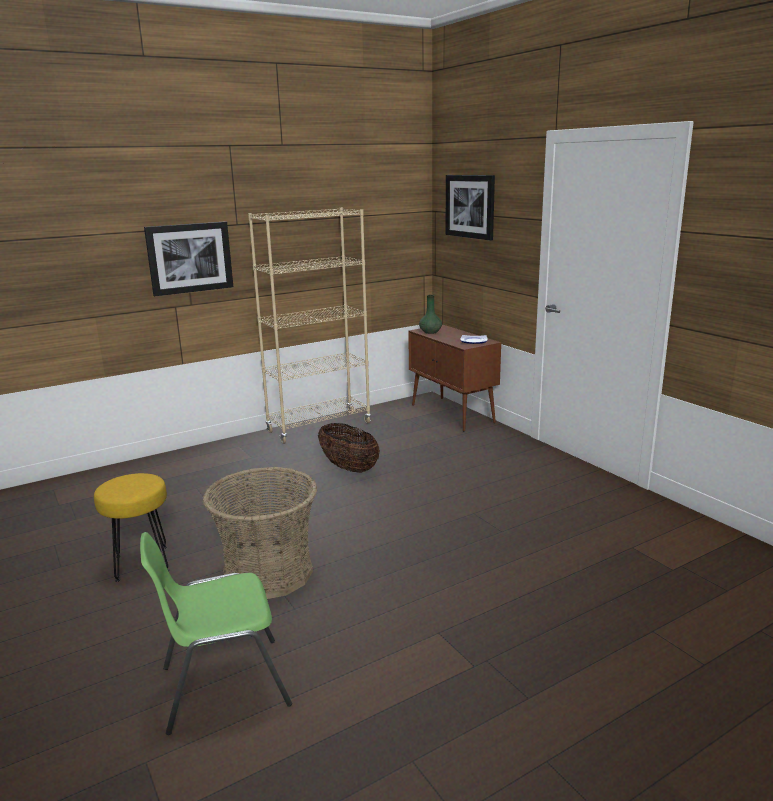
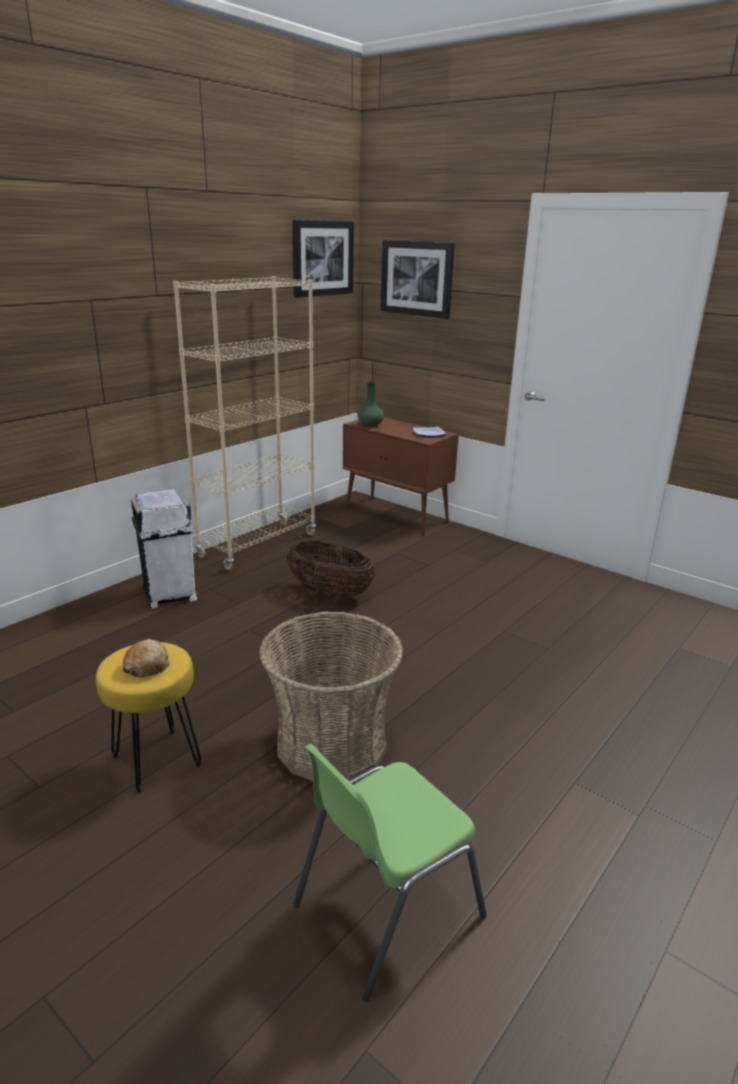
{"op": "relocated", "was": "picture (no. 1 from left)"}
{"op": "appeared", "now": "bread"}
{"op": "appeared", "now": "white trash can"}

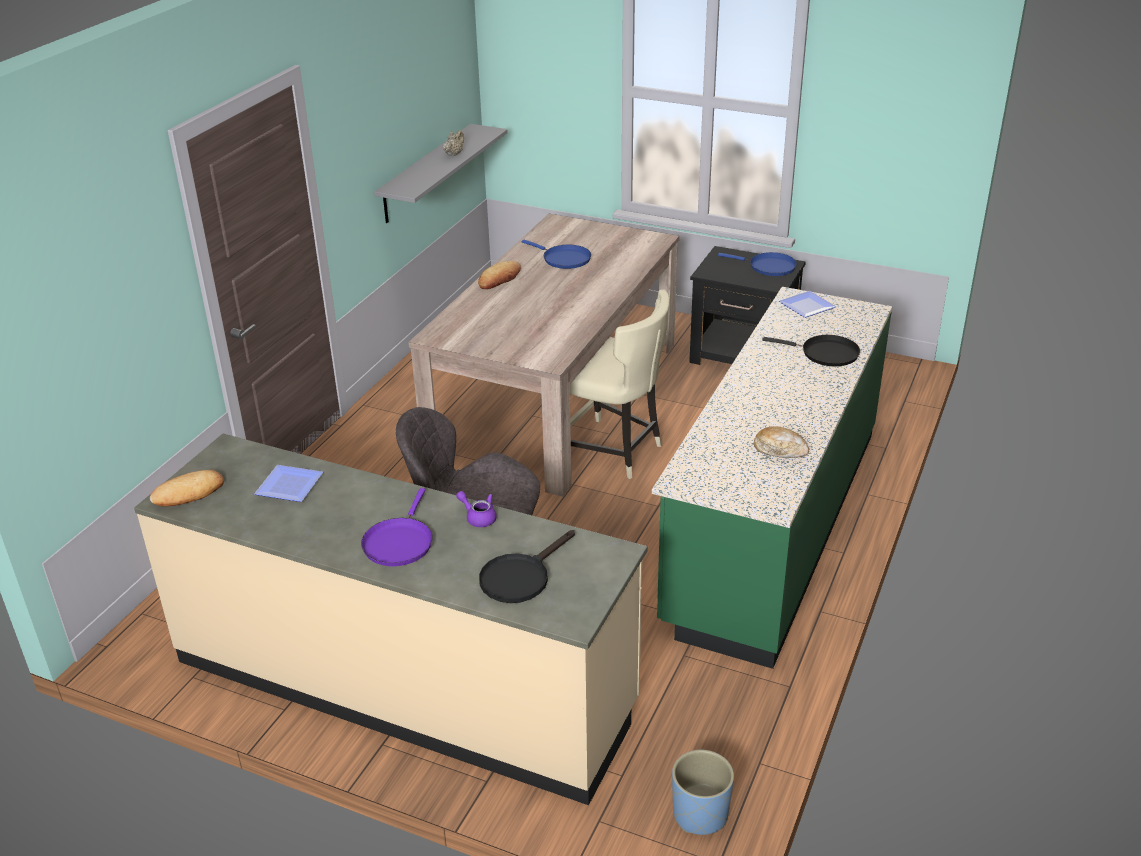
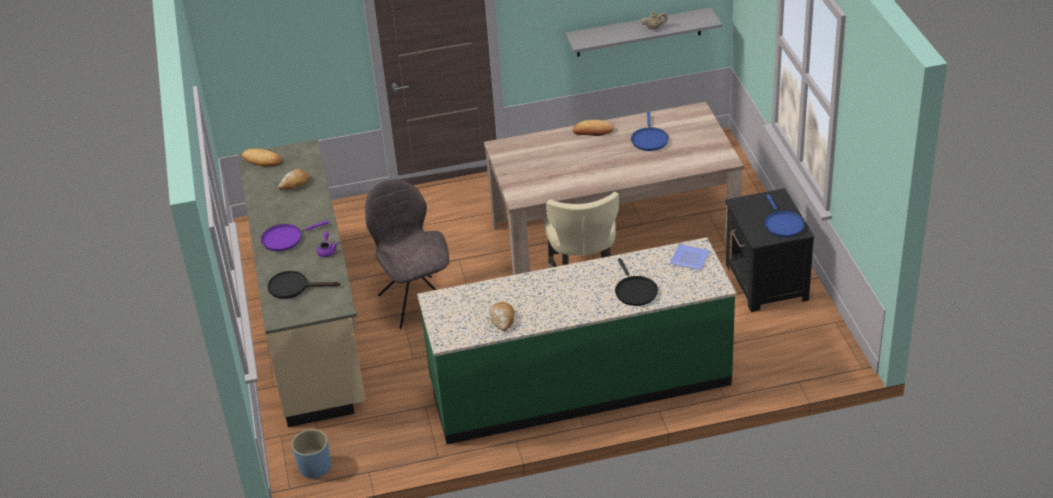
{"op": "exchanged", "was": "plate (no. 1 from left)", "now": "bread (no. 2 from left)"}

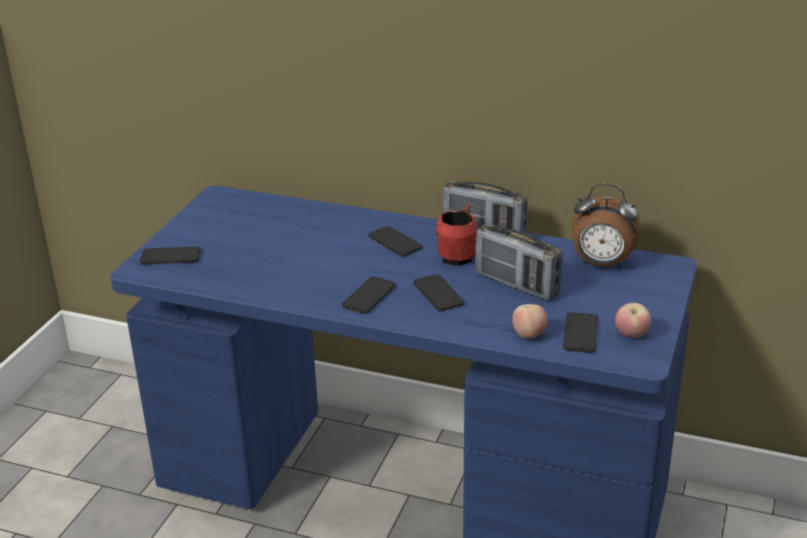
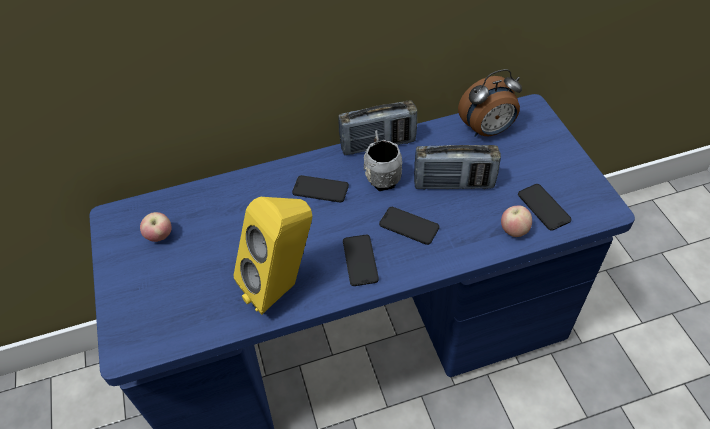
{"op": "missing", "was": "phone (no. 1 from left)"}
{"op": "colour", "was": "red mug", "now": "grey mug"}
{"op": "relocated", "was": "apple (no. 2 from left in the first image)", "now": "apple (no. 1 from left)"}
{"op": "appeared", "now": "yellow speaker"}

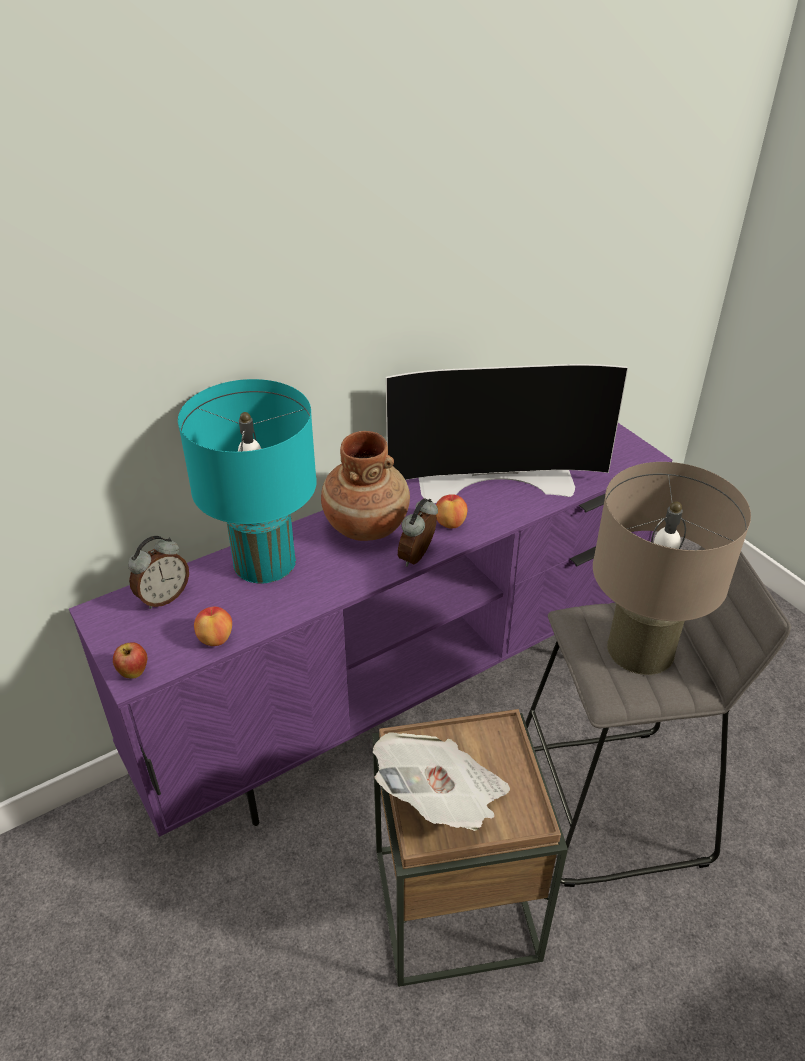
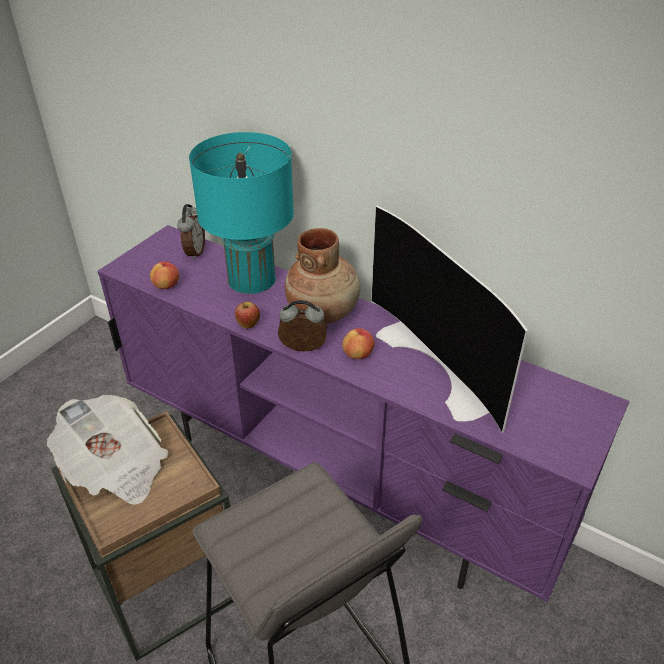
{"op": "relocated", "was": "apple (no. 1 from left in the first image)", "now": "apple (no. 2 from left)"}
{"op": "spun", "was": "alarm clock (no. 1 from left)", "clockwise": -105}
{"op": "missing", "was": "beige table lamp"}

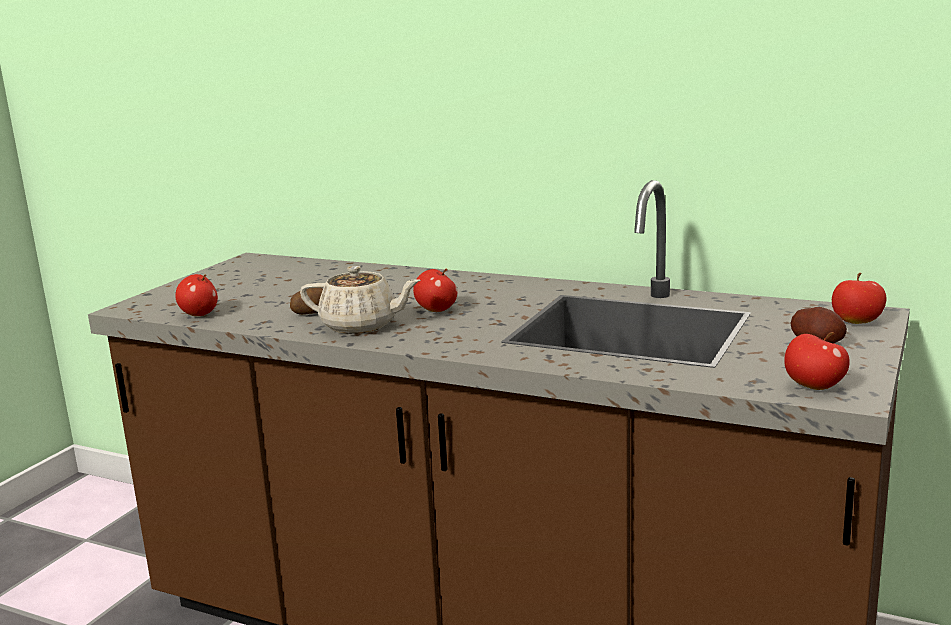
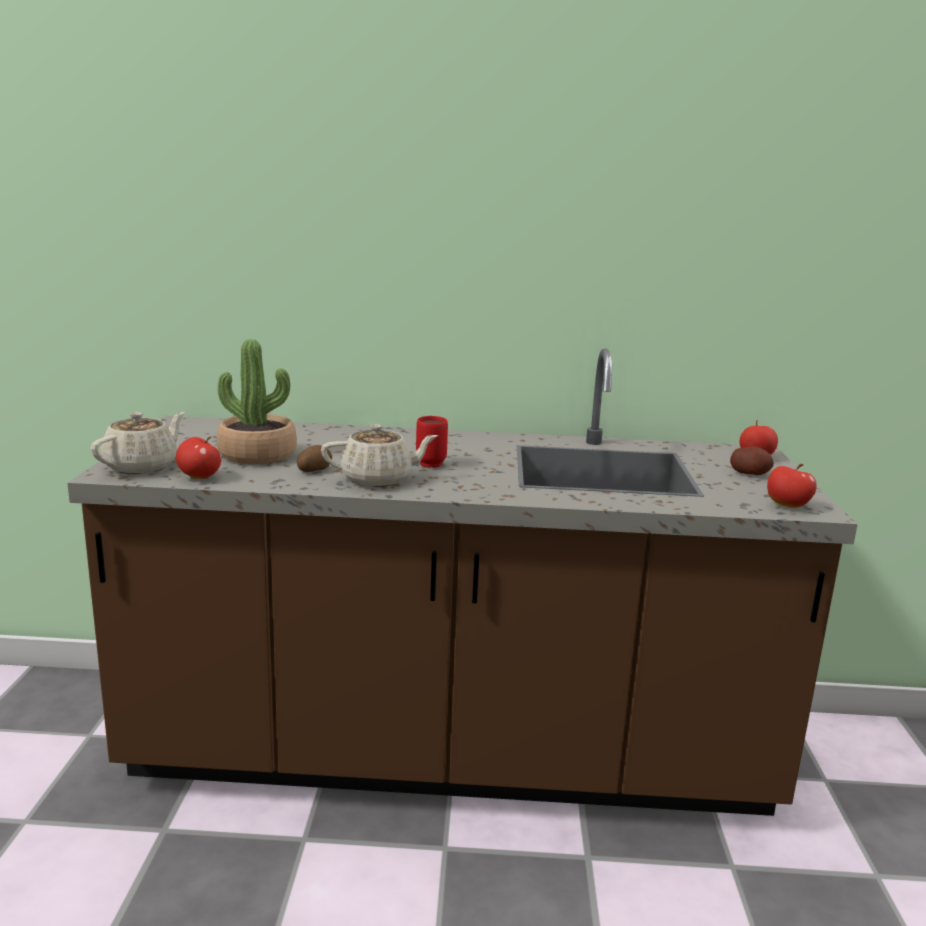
{"op": "exchanged", "was": "apple (no. 2 from left)", "now": "red mug"}
{"op": "appeared", "now": "beige teapot (no. 1 from left)"}
{"op": "appeared", "now": "potted plant"}

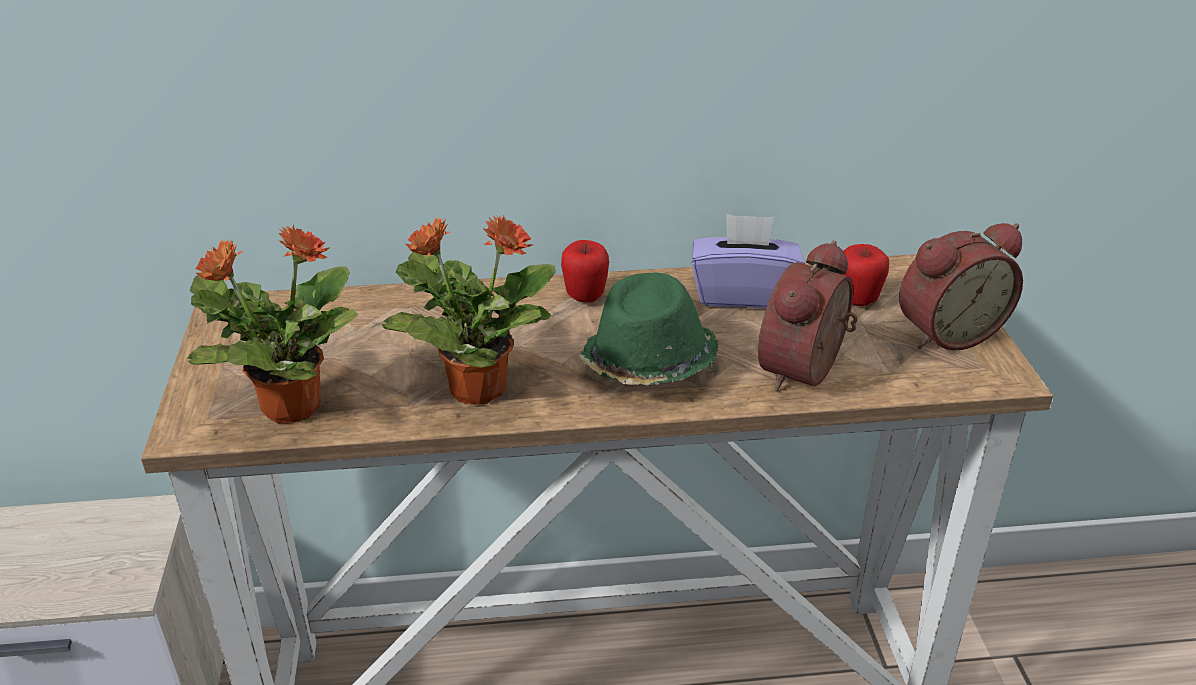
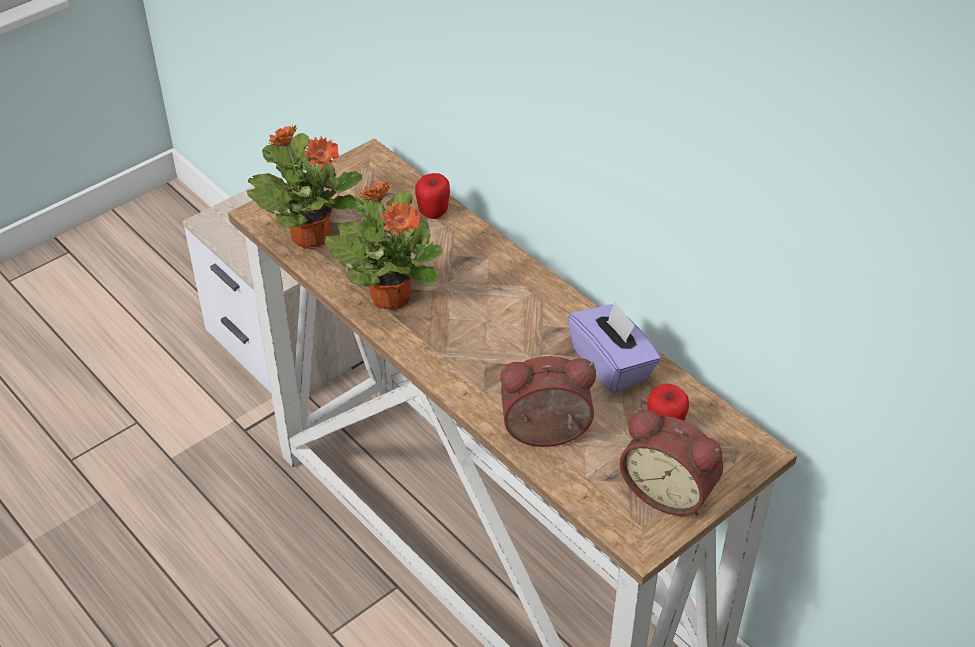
{"op": "relocated", "was": "apple (no. 1 from left)"}
{"op": "missing", "was": "green hat"}

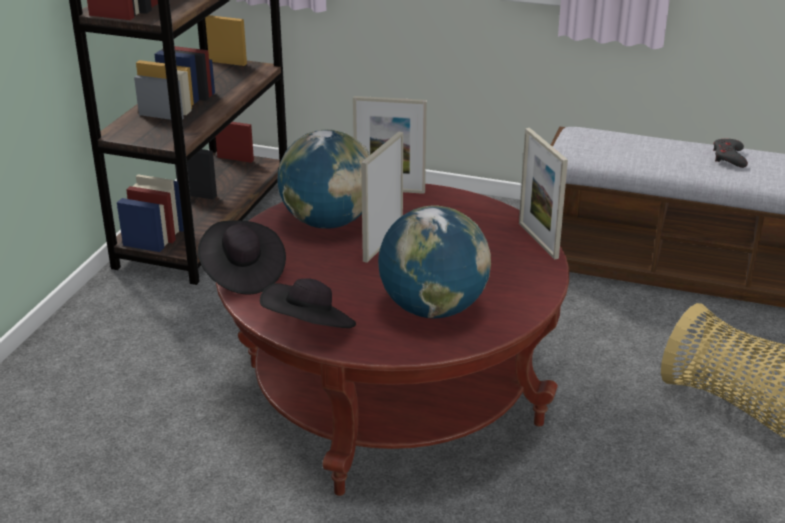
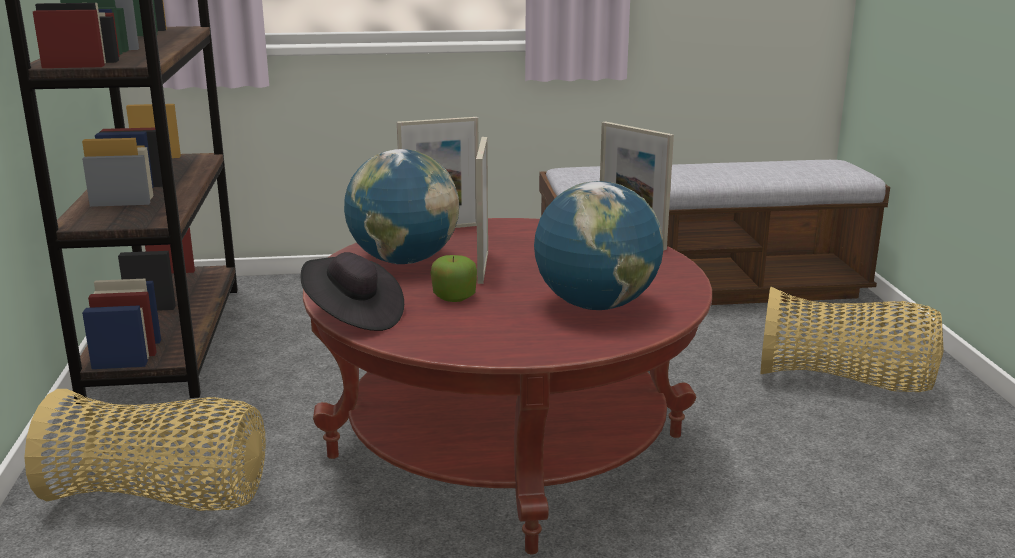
{"op": "missing", "was": "black hat (no. 2 from left)"}
{"op": "missing", "was": "grey game controller"}
{"op": "appeared", "now": "basket (no. 1 from left)"}
{"op": "appeared", "now": "apple"}

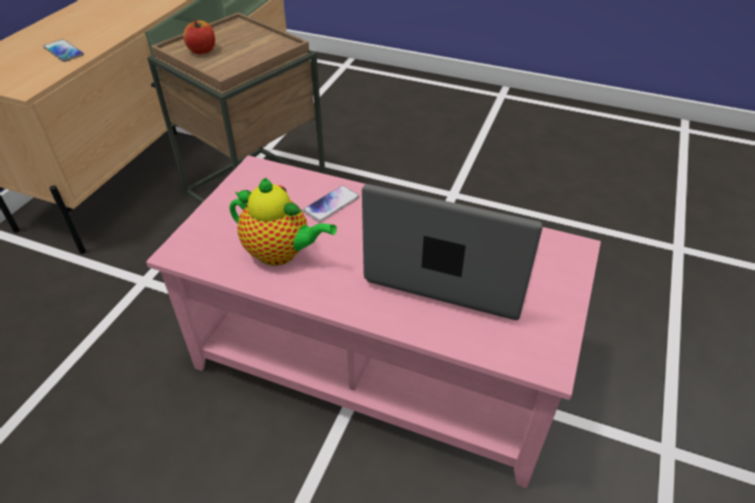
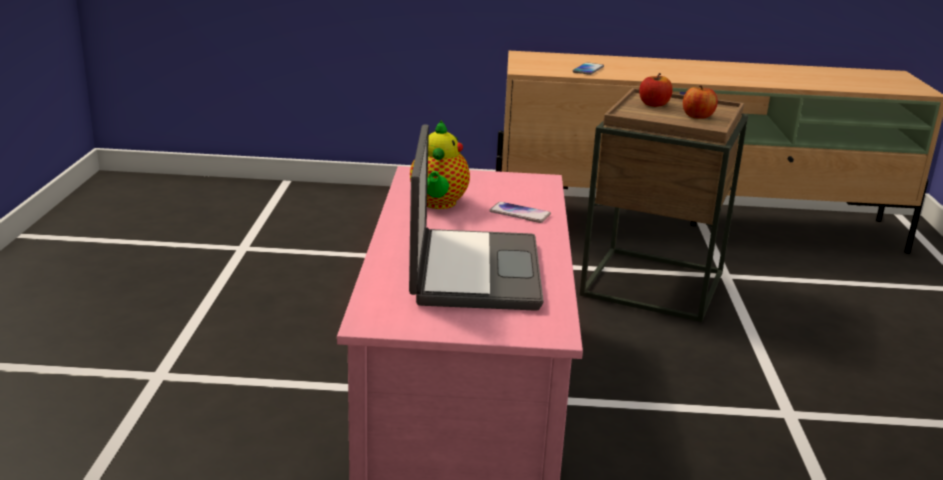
{"op": "appeared", "now": "apple (no. 2 from left)"}

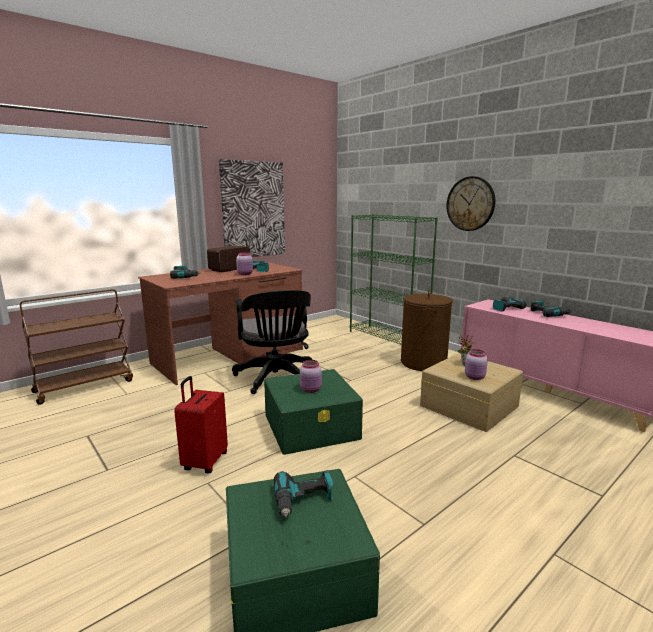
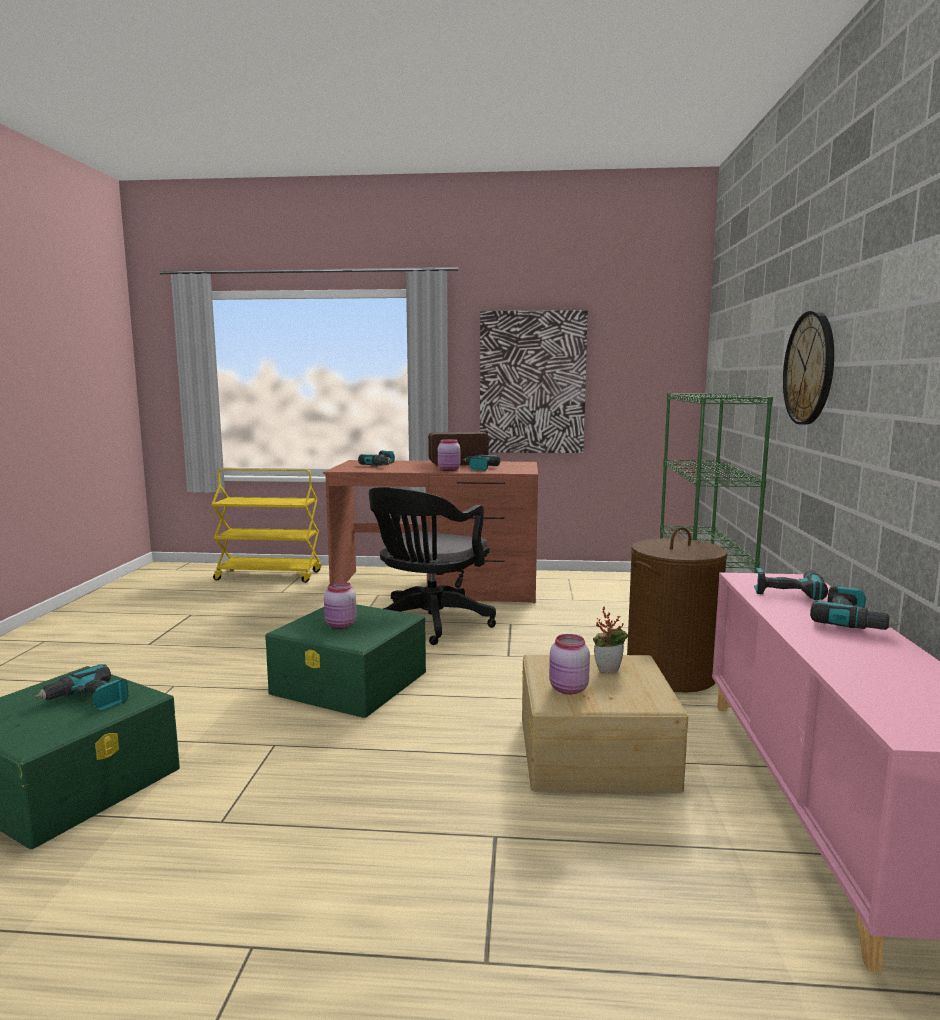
{"op": "colour", "was": "brown cart", "now": "yellow cart"}
{"op": "missing", "was": "red suitcase"}

